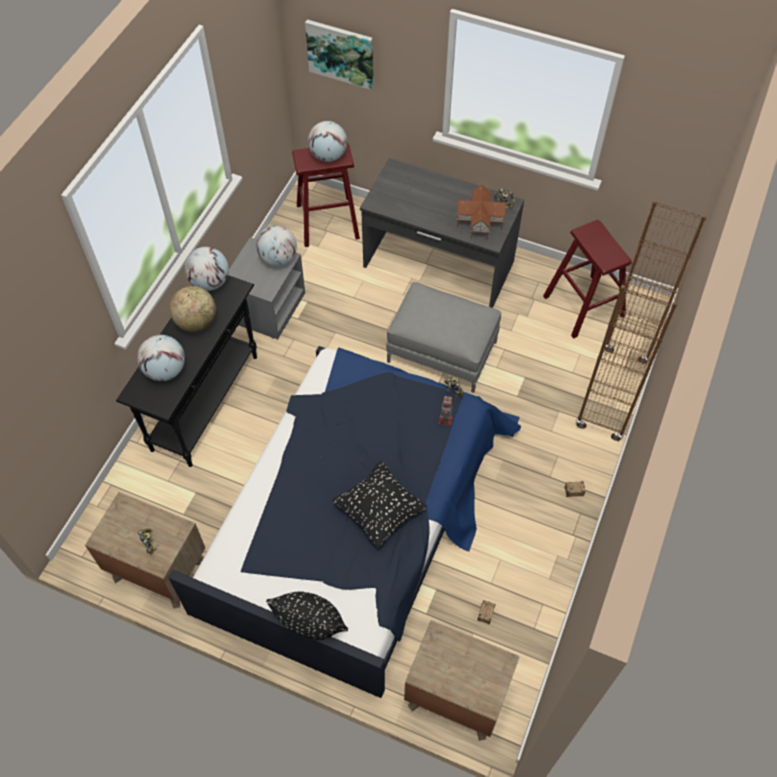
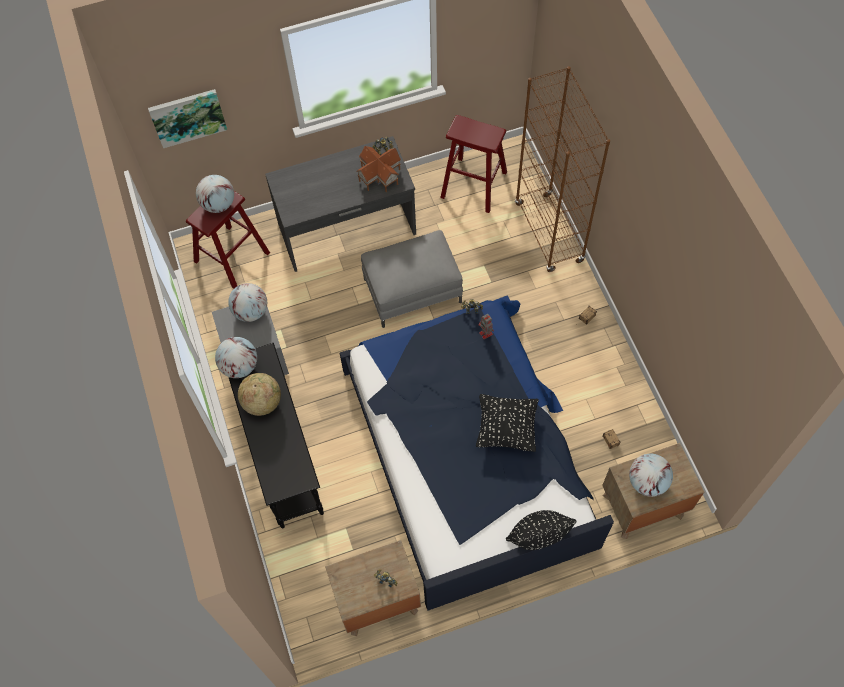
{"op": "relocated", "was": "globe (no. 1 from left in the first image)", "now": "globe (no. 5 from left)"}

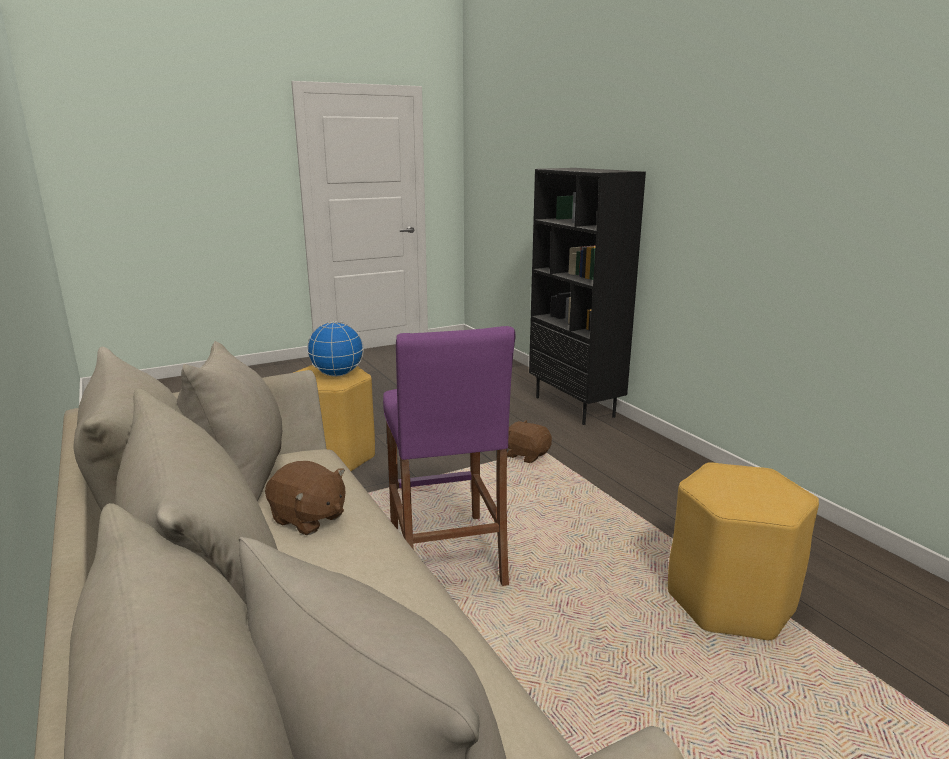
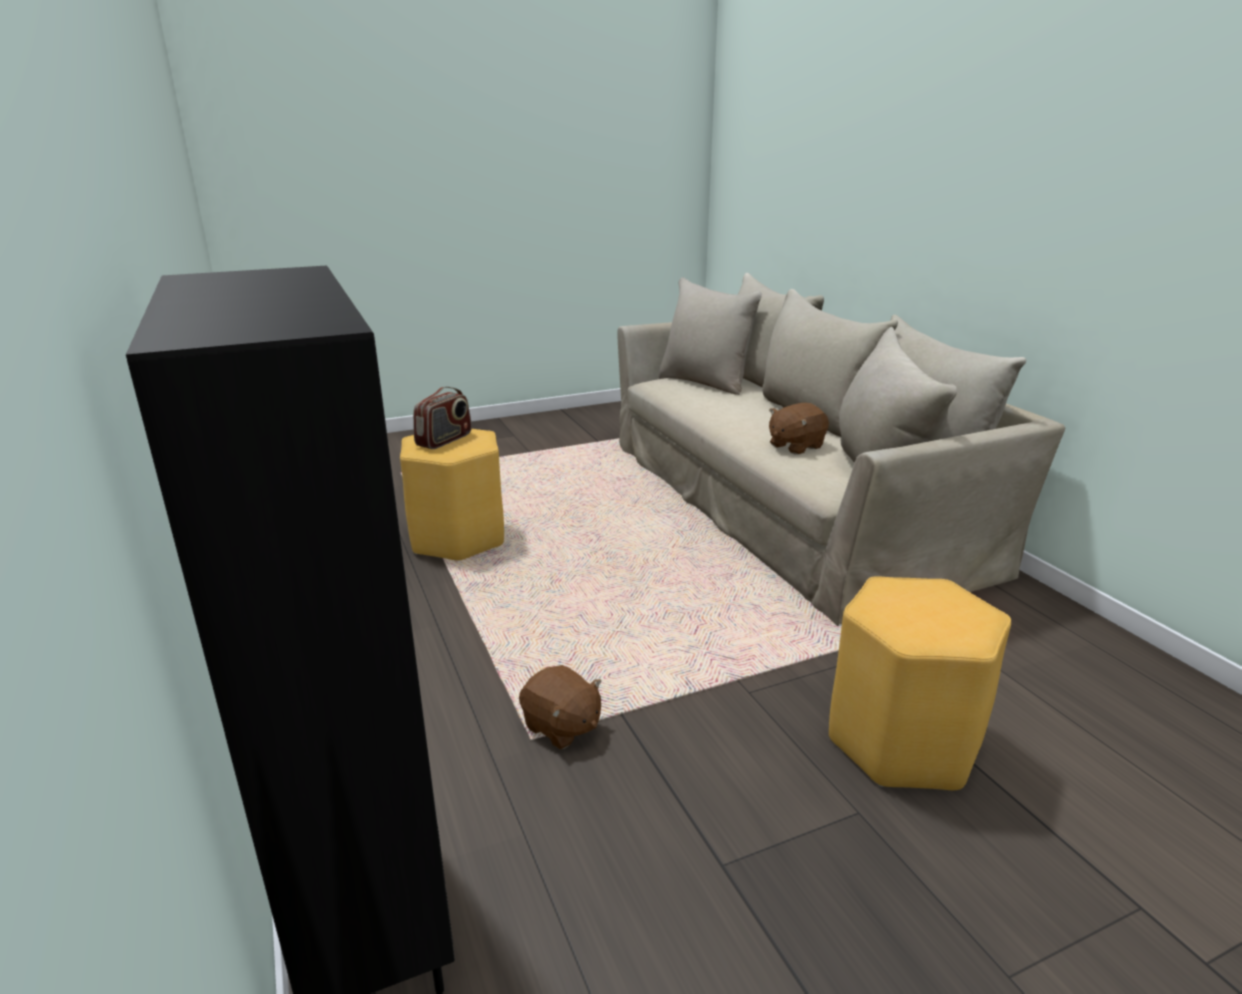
{"op": "spun", "was": "brown plush toy (no. 1 from left in the first image)", "clockwise": -75}
{"op": "missing", "was": "globe"}
{"op": "missing", "was": "purple stool"}
{"op": "appeared", "now": "radio"}

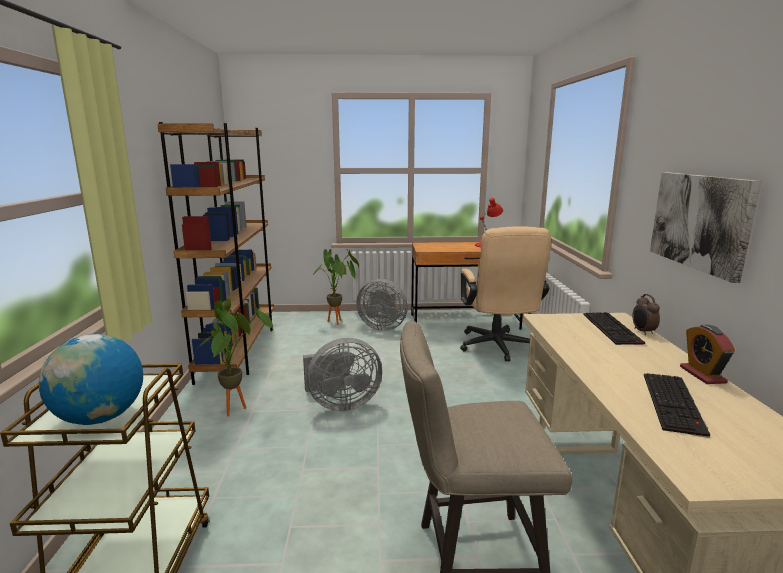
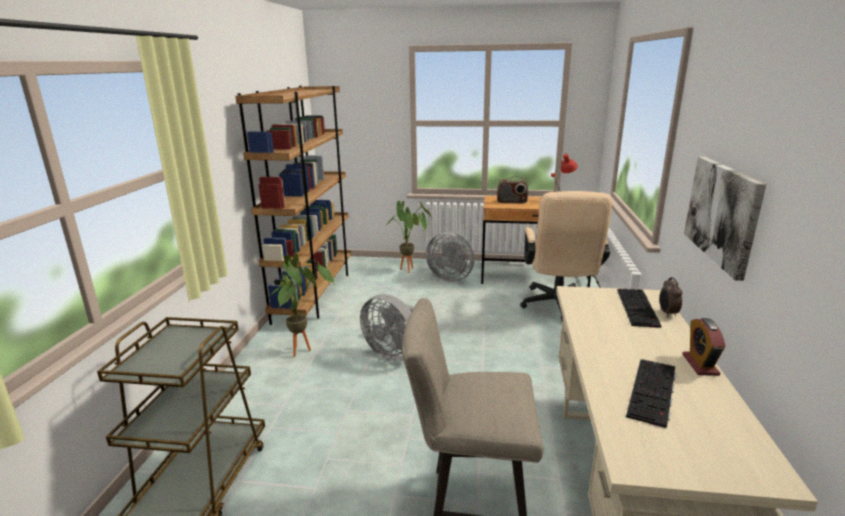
{"op": "missing", "was": "globe"}
{"op": "spun", "was": "grey fan (no. 1 from left)", "clockwise": 45}
{"op": "appeared", "now": "radio"}

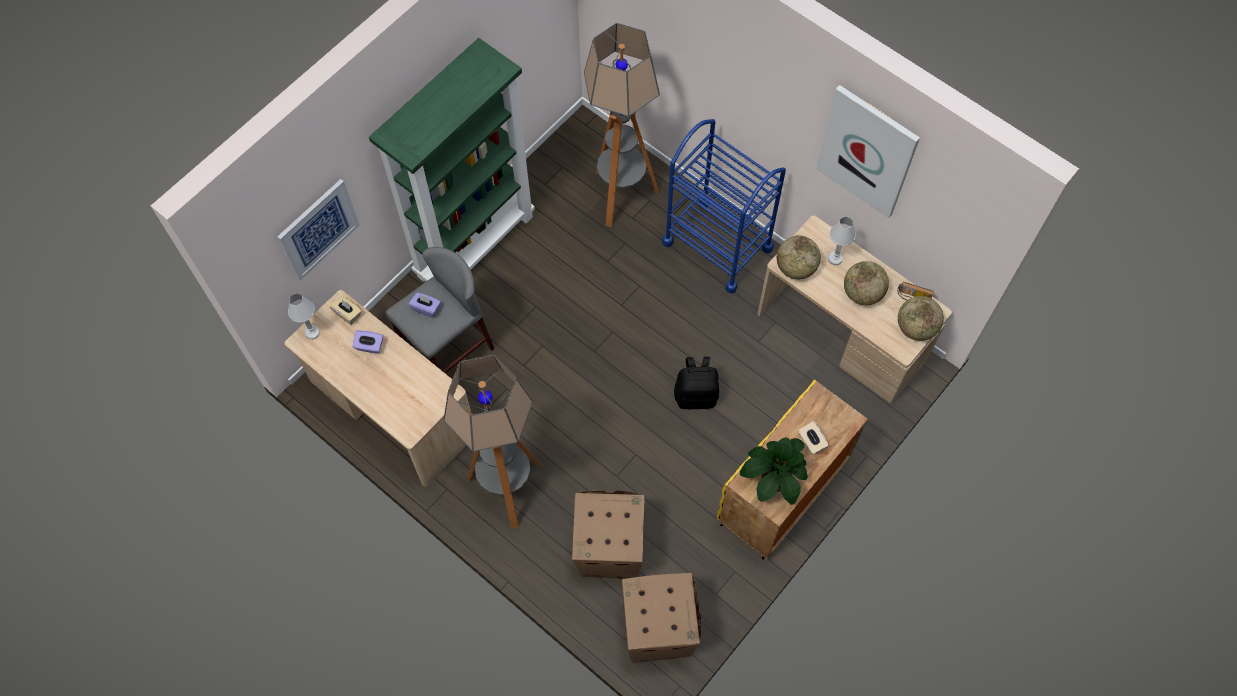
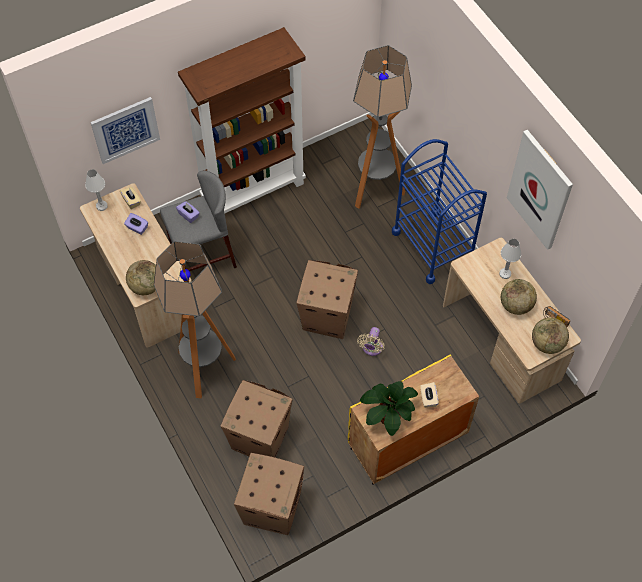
{"op": "colour", "was": "green bookcase", "now": "brown bookcase"}
{"op": "exchanged", "was": "black backpack", "now": "beige fan"}
{"op": "relocated", "was": "globe (no. 1 from left)"}
{"op": "appeared", "now": "cardboard box (no. 3 from left)"}

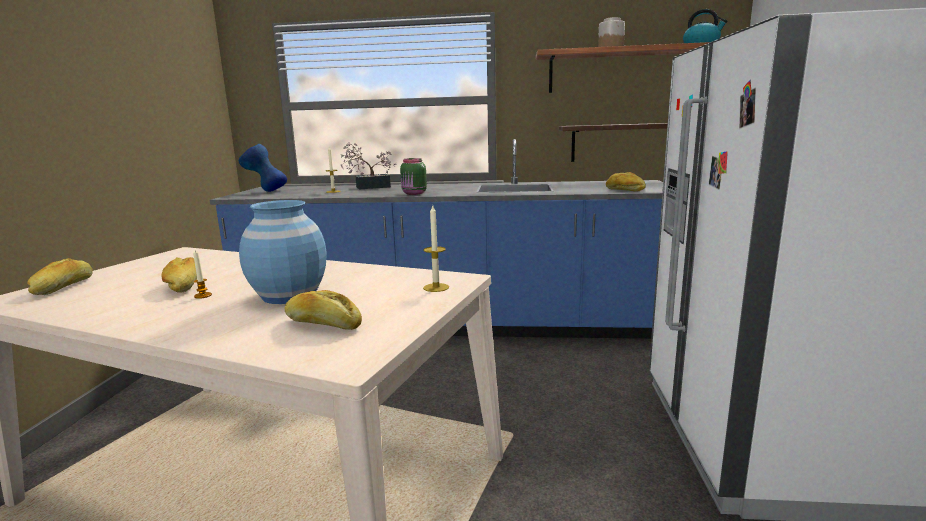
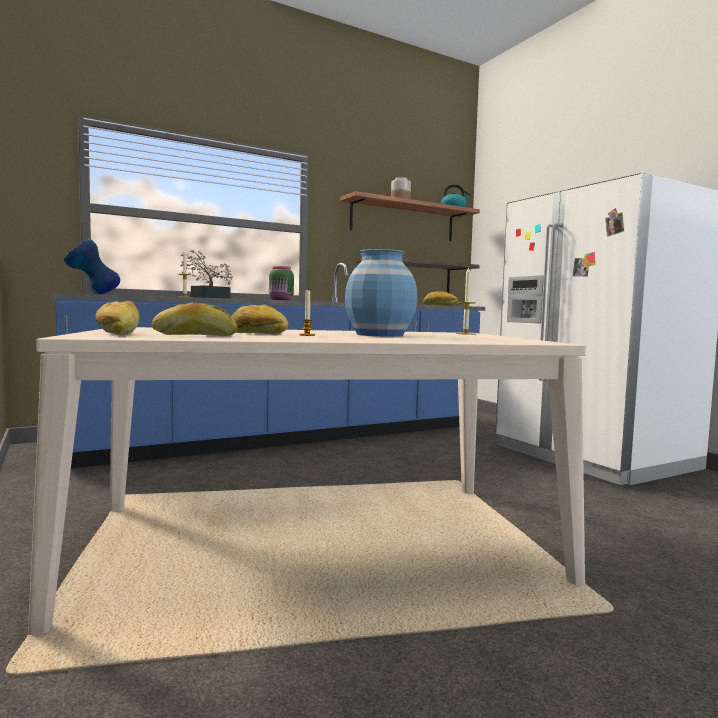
{"op": "relocated", "was": "bread (no. 3 from left in the first image)", "now": "bread (no. 2 from left)"}

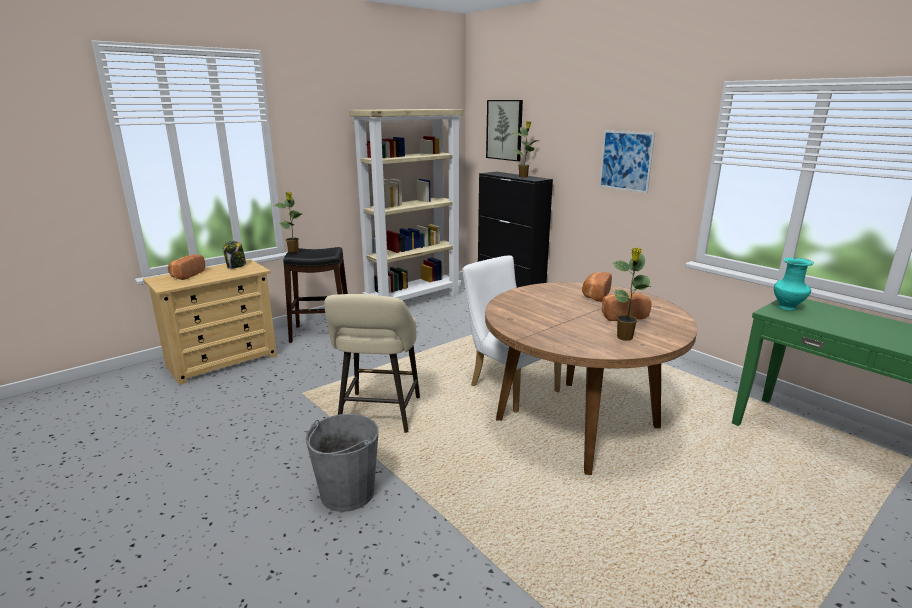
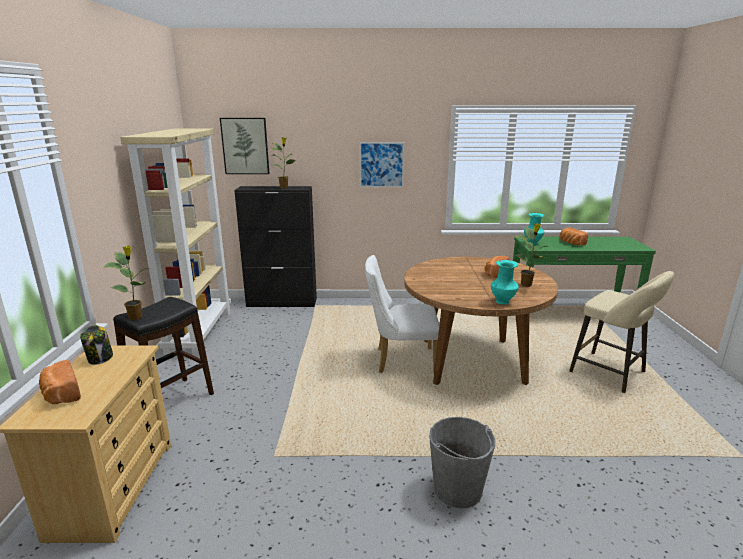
{"op": "relocated", "was": "beige stool"}
{"op": "relocated", "was": "bread (no. 2 from left in the first image)", "now": "bread (no. 3 from left)"}
{"op": "appeared", "now": "turquoise vase (no. 1 from left)"}

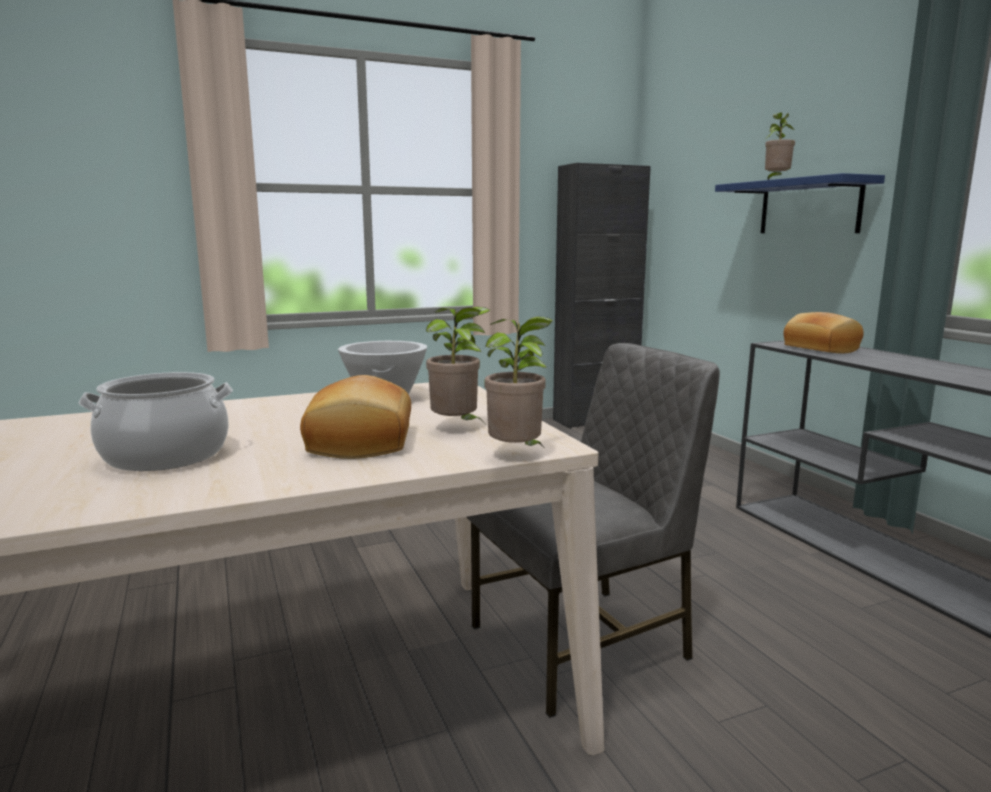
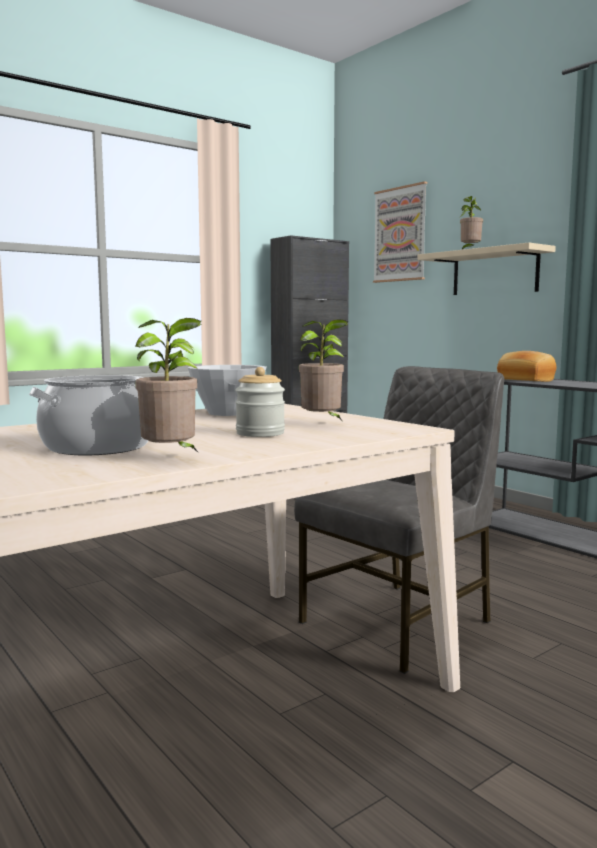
{"op": "exchanged", "was": "bread (no. 1 from left)", "now": "jar"}
{"op": "relocated", "was": "potted plant (no. 2 from left in the first image)", "now": "potted plant (no. 1 from left)"}
{"op": "colour", "was": "blue shelf", "now": "beige shelf"}
{"op": "appeared", "now": "picture"}

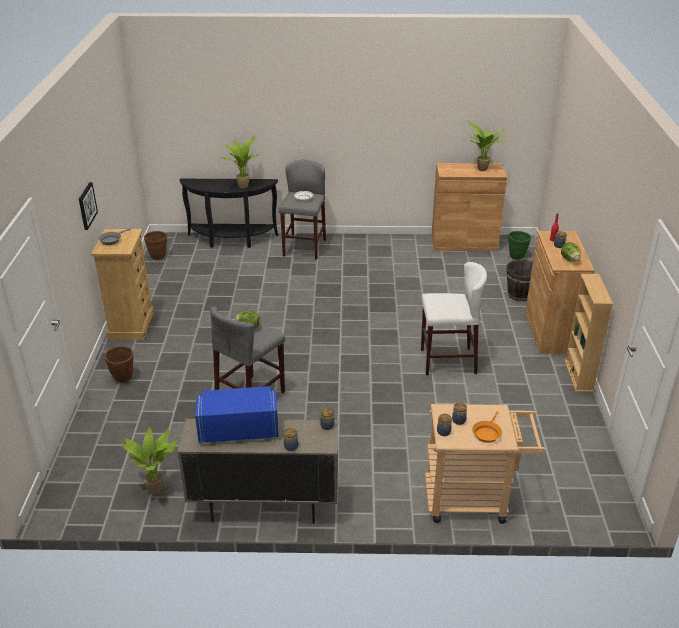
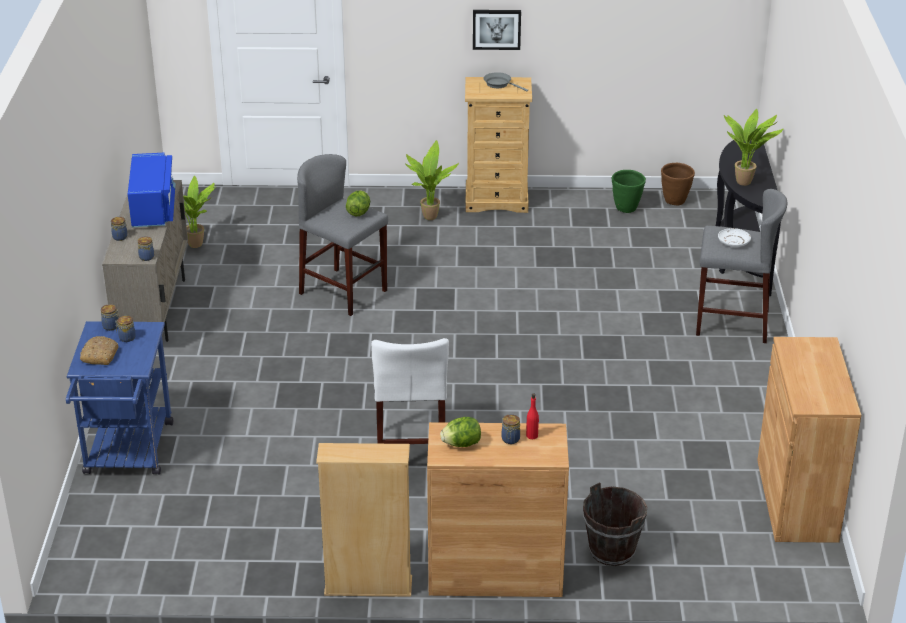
{"op": "missing", "was": "brown planter (no. 1 from left)"}
{"op": "colour", "was": "beige cart", "now": "blue cart"}
{"op": "relocated", "was": "potted plant (no. 3 from left in the first image)", "now": "potted plant (no. 2 from left)"}
{"op": "exchanged", "was": "orange frying pan", "now": "bread"}
{"op": "relocated", "was": "green planter"}

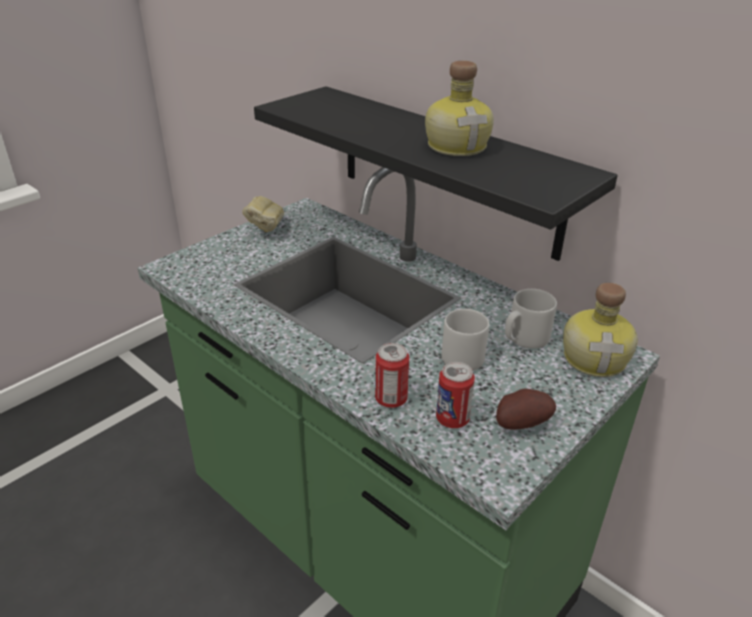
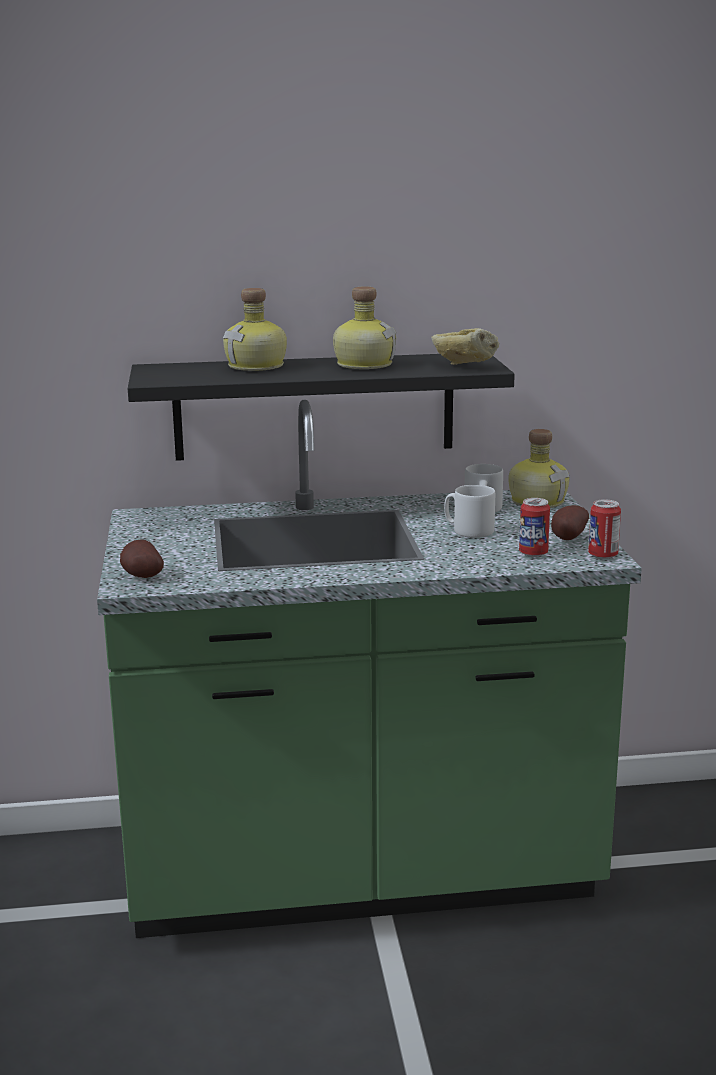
{"op": "relocated", "was": "bread"}
{"op": "relocated", "was": "can (no. 1 from left in the first image)", "now": "can (no. 2 from left)"}
{"op": "appeared", "now": "potato (no. 1 from left)"}
{"op": "appeared", "now": "bottle (no. 1 from left)"}

